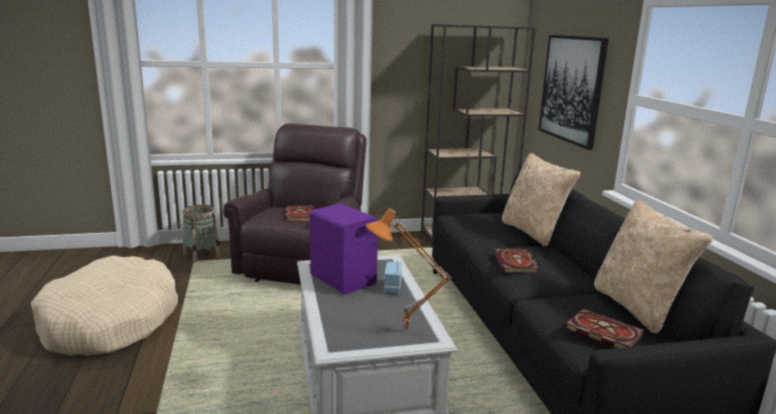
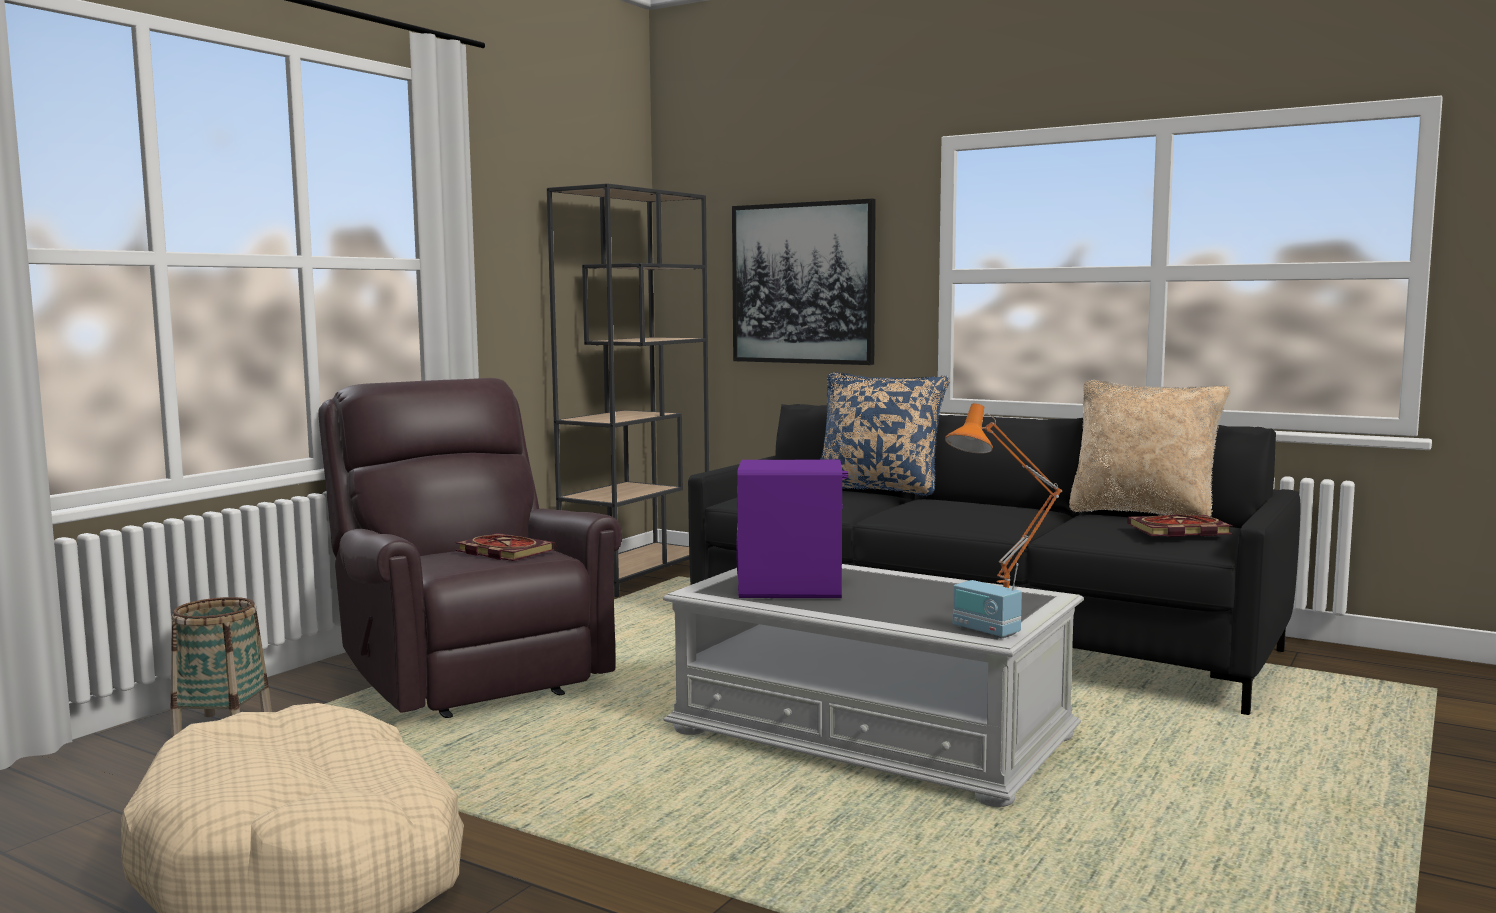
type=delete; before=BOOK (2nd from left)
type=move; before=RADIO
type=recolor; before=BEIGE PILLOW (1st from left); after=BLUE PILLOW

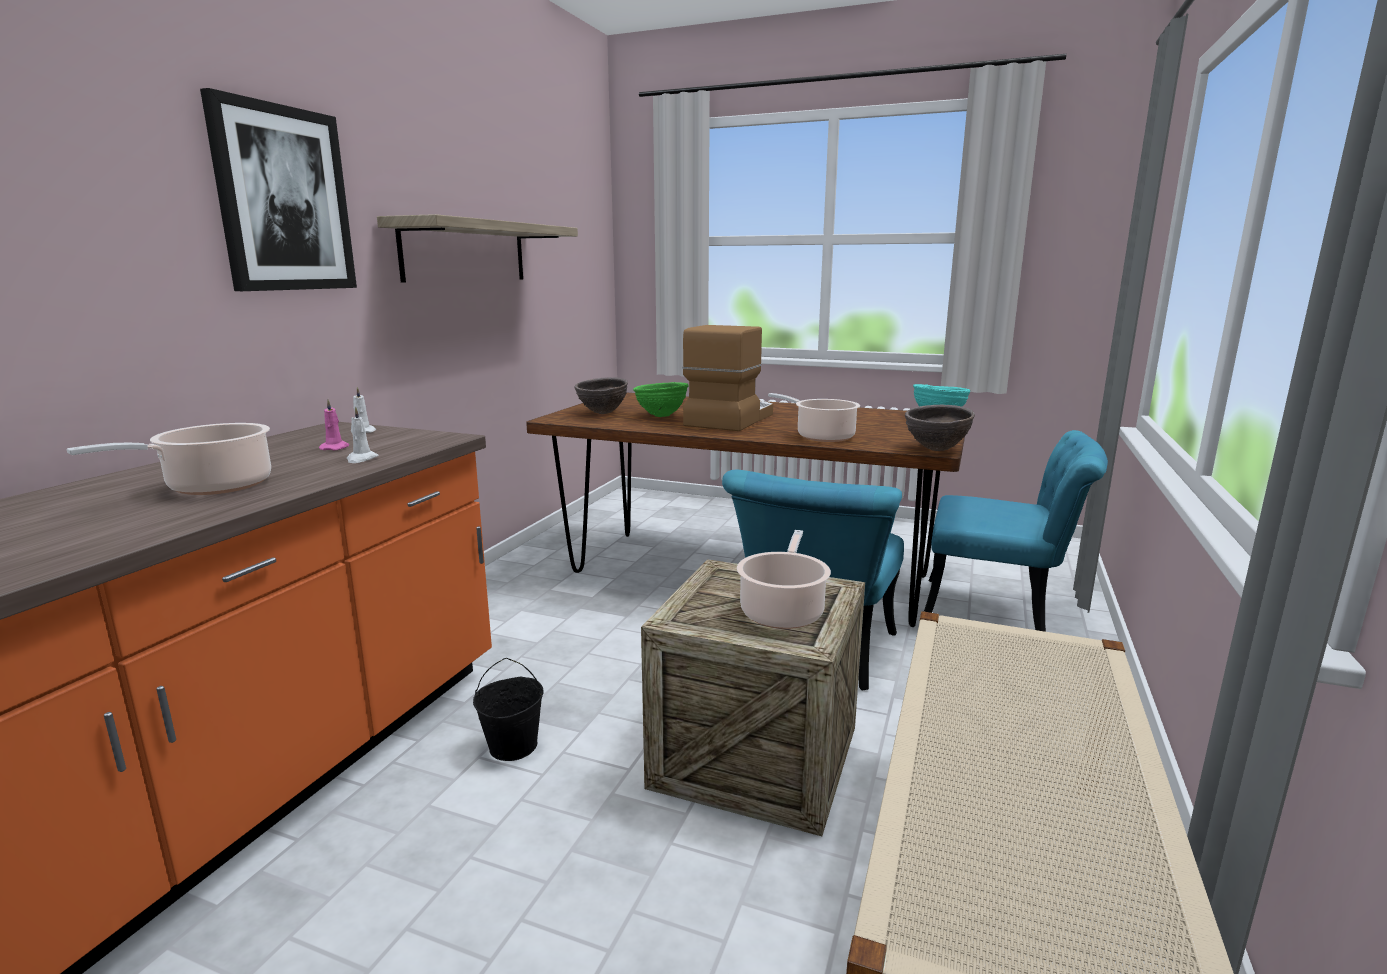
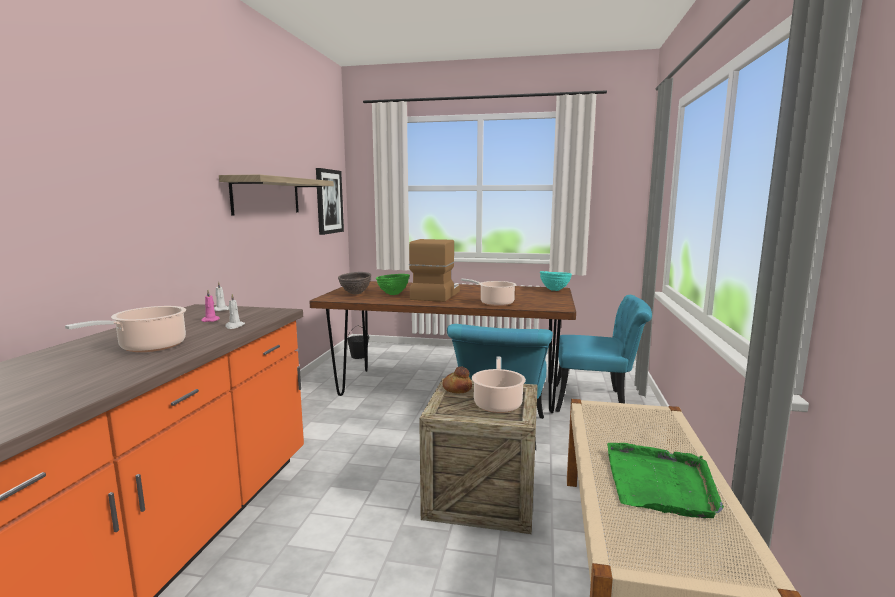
type=delete; before=BROWN BOWL (2nd from left)
type=insert; after=BREAD
type=insert; after=GREEN TRAY
type=move; before=PICTURE
type=move; before=BLACK BUCKET

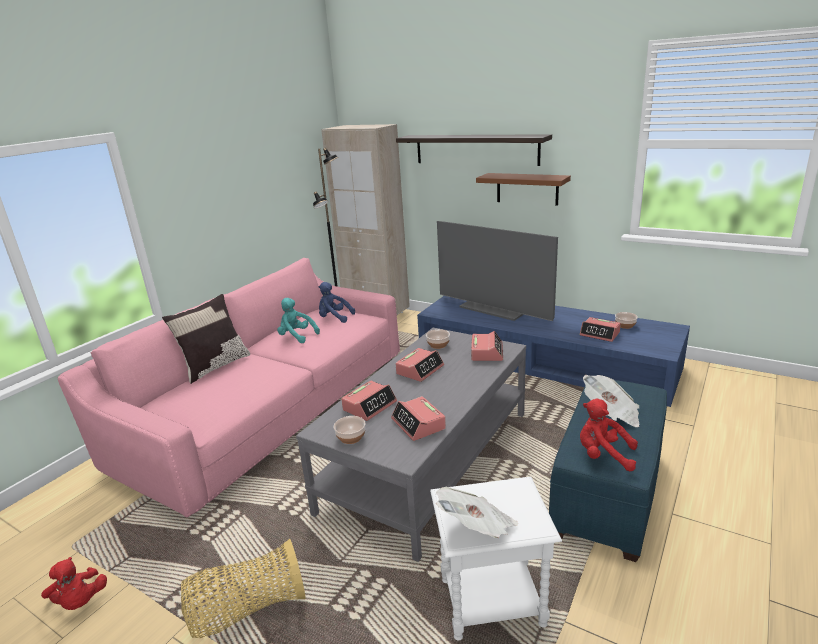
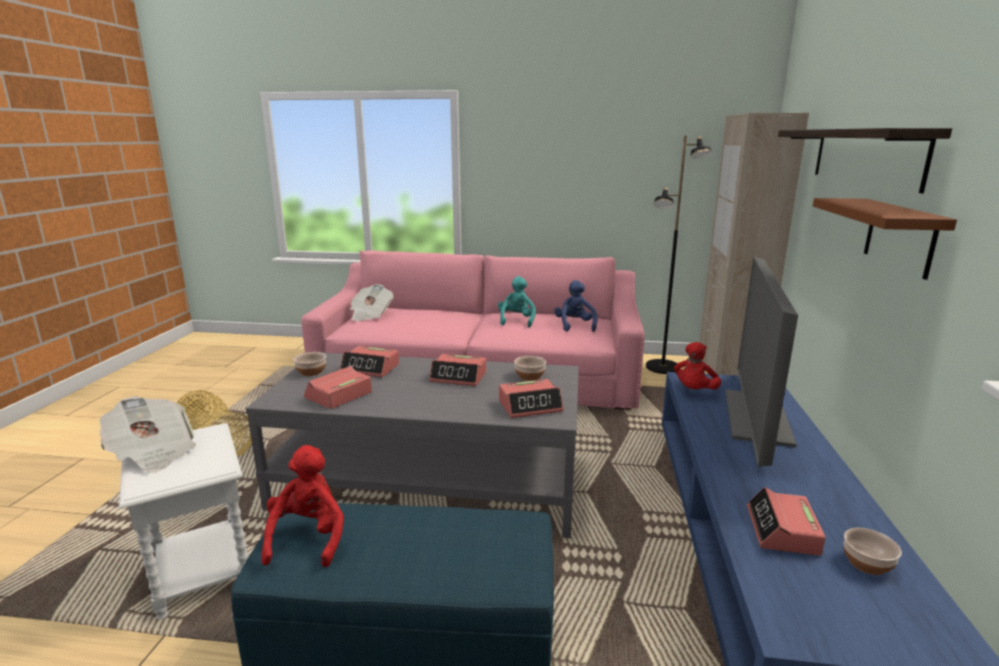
type=delete; before=PILLOW
type=move; before=RED PLUSH TOY (1st from left in the first image); after=RED PLUSH TOY (2nd from left)
type=move; before=NEWSPAPER (2nd from left)

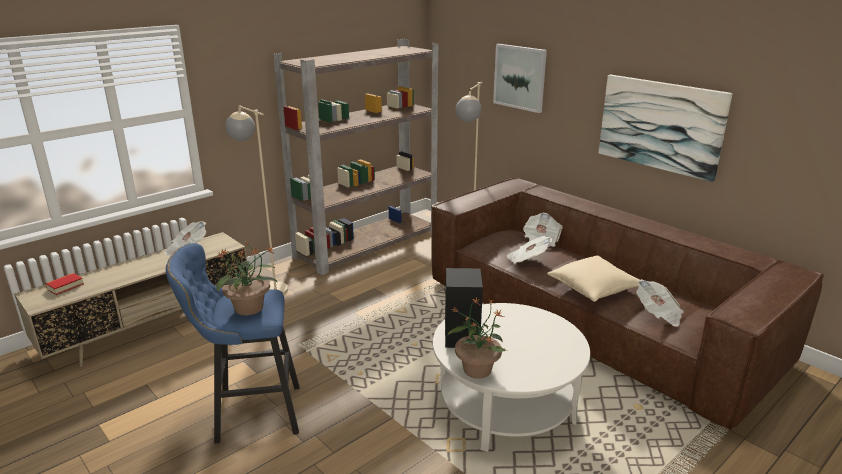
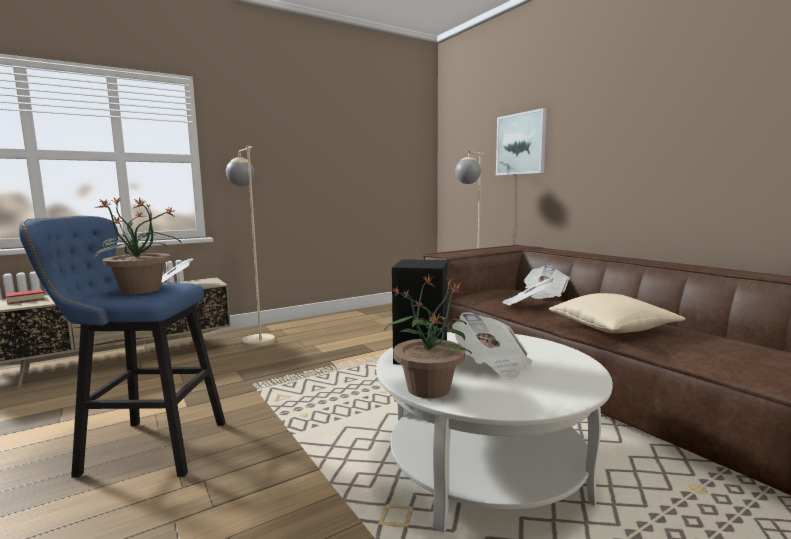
type=delete; before=BROWN BOOKCASE
type=delete; before=PICTURE (2nd from left)
type=move; before=NEWSPAPER (4th from left in the first image); after=NEWSPAPER (2nd from left)

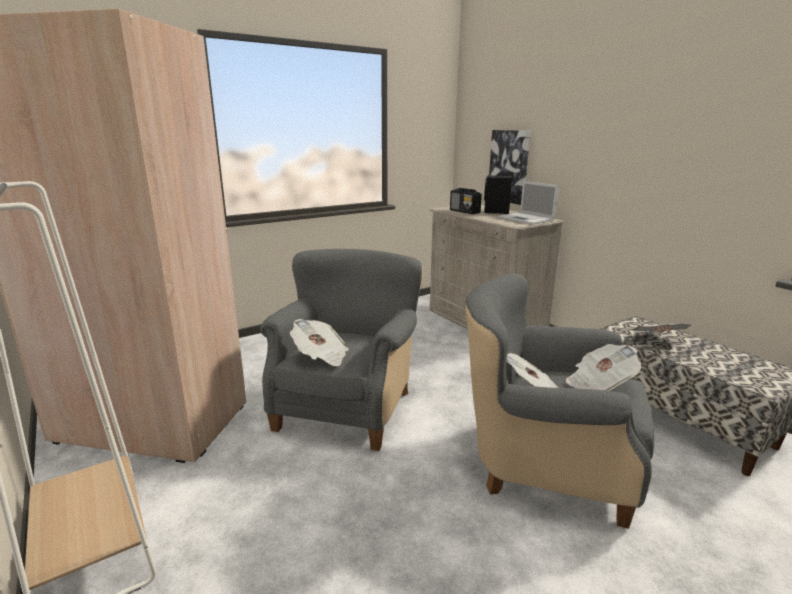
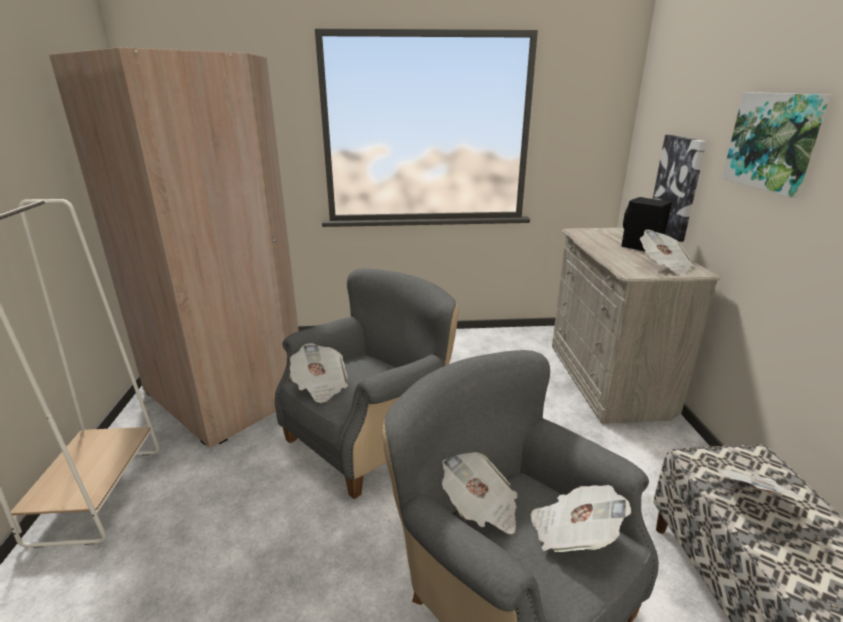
type=delete; before=RADIO
type=insert; after=PICTURE (2nd from left)
type=replace; before=LAPTOP; after=NEWSPAPER (4th from left)

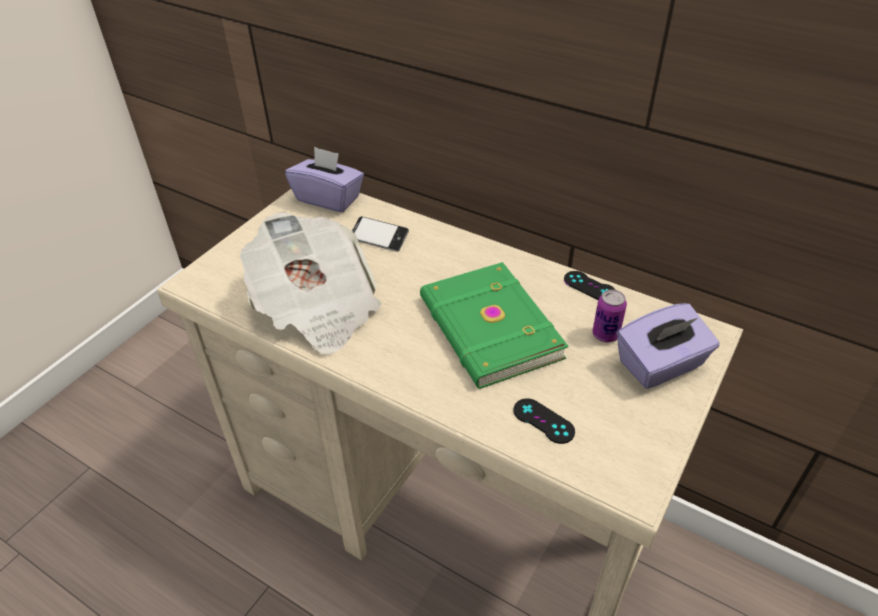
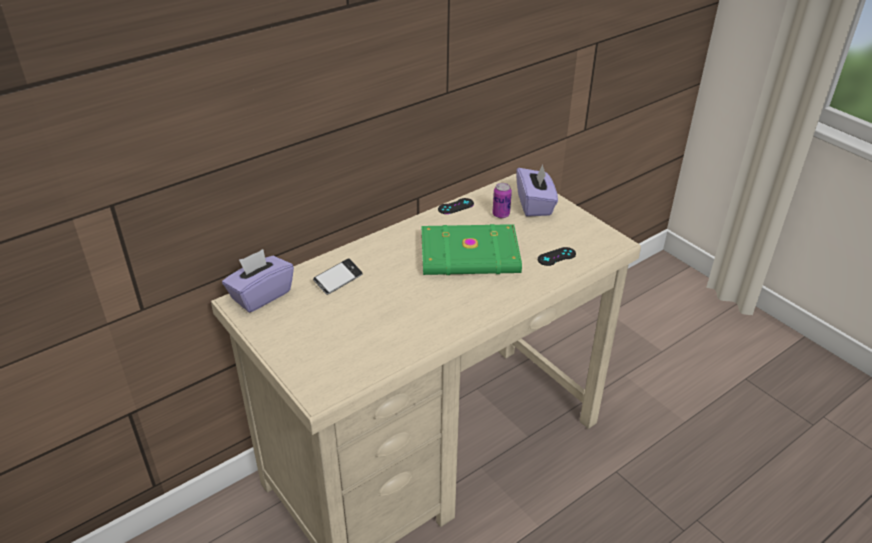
type=delete; before=NEWSPAPER

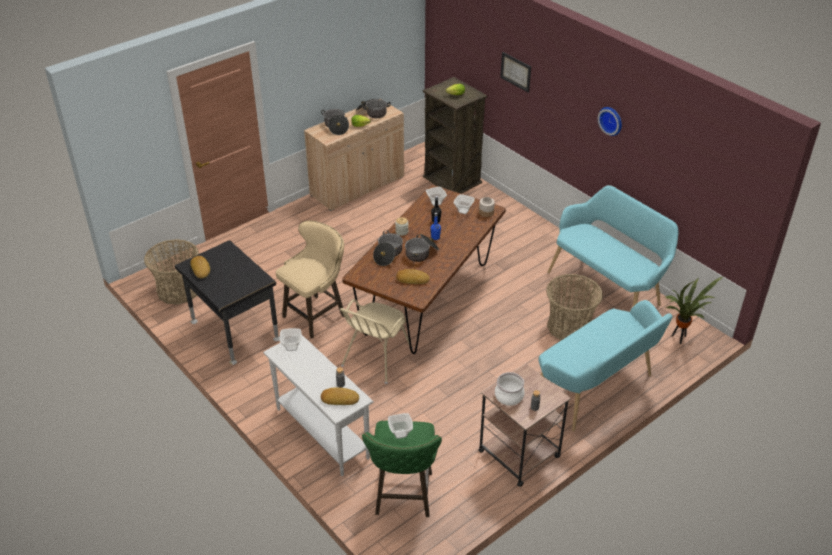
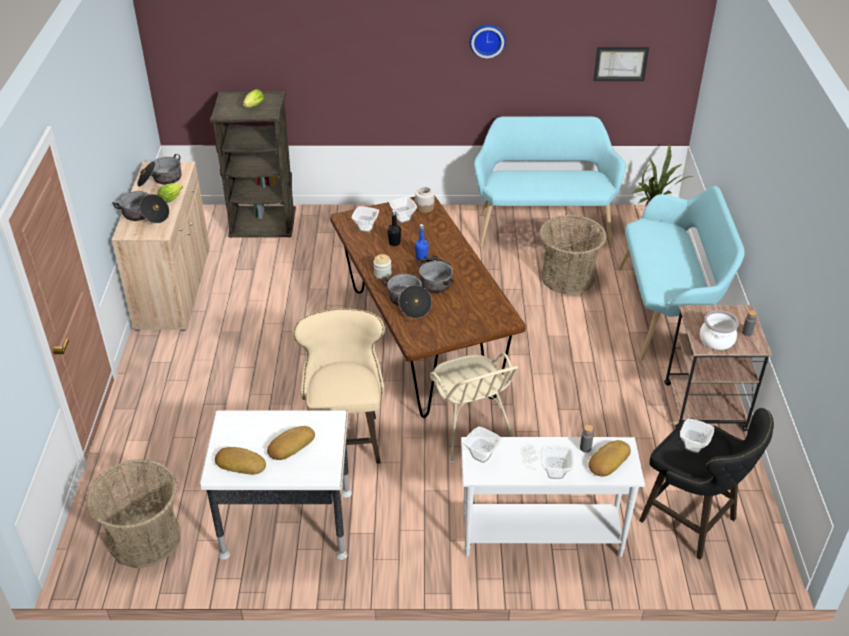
type=insert; after=BOWL (4th from left)
type=move; before=BREAD (3rd from left in the first image); after=BREAD (2nd from left)
type=move; before=PICTURE
type=recolor; before=BLACK DESK; after=WHITE DESK
type=recolor; before=GREEN STOOL; after=BLACK STOOL

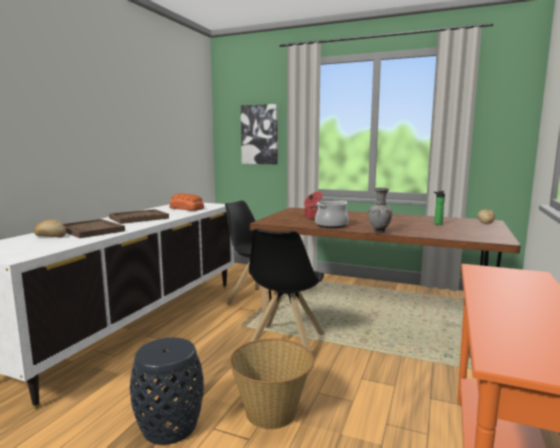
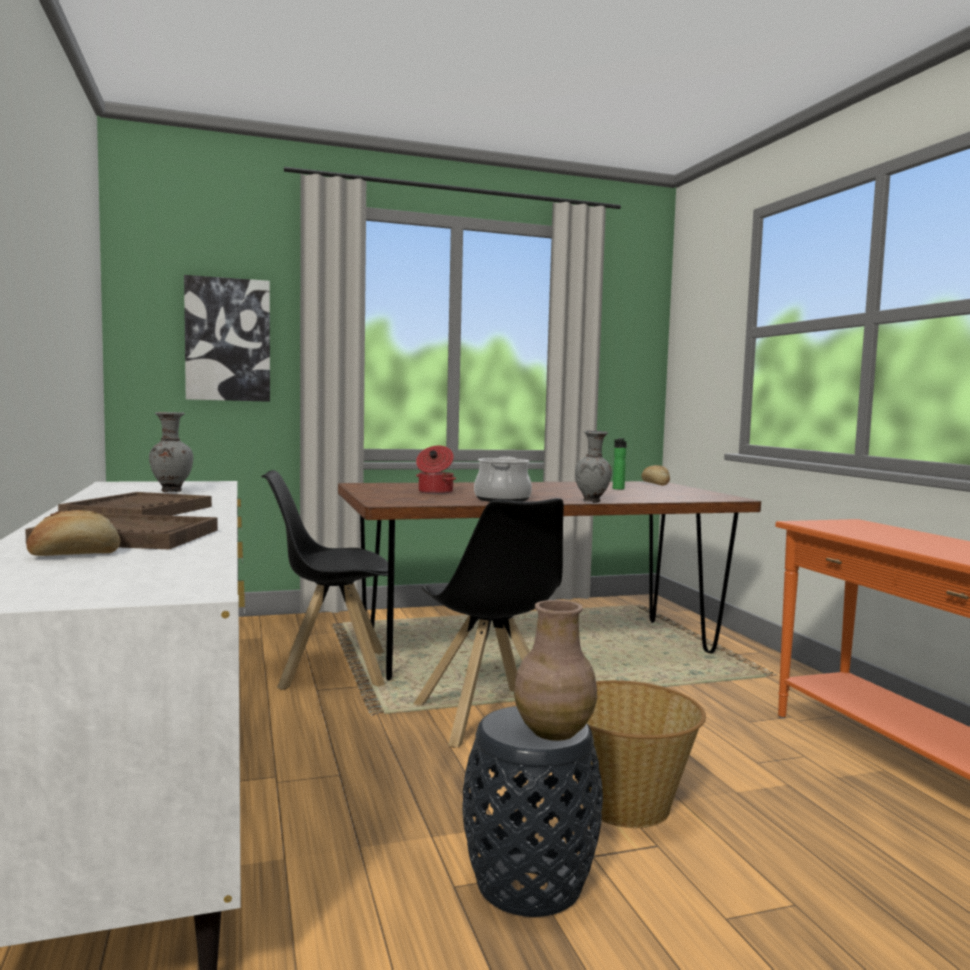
type=insert; after=BROWN VASE
type=replace; before=BREAD (2nd from left); after=GREY VASE (1st from left)

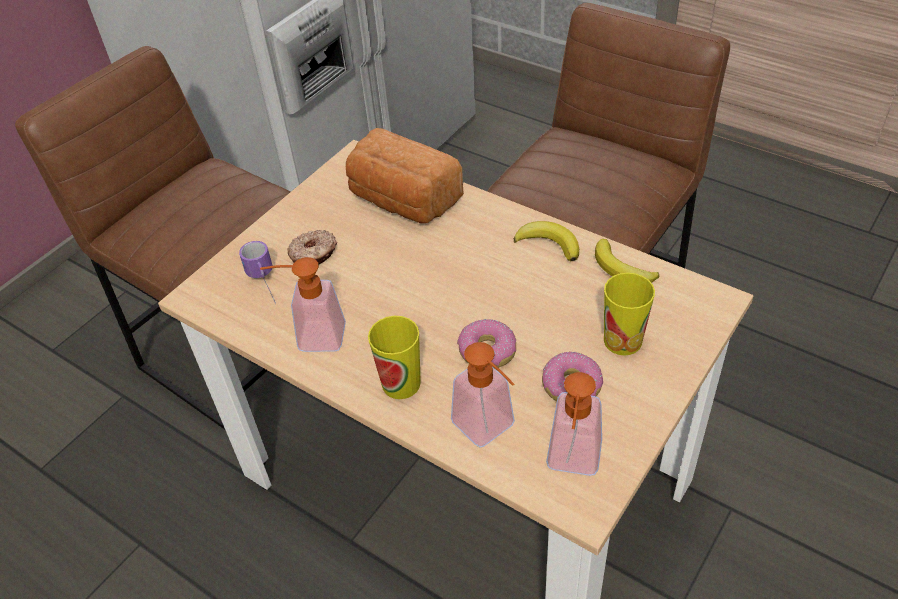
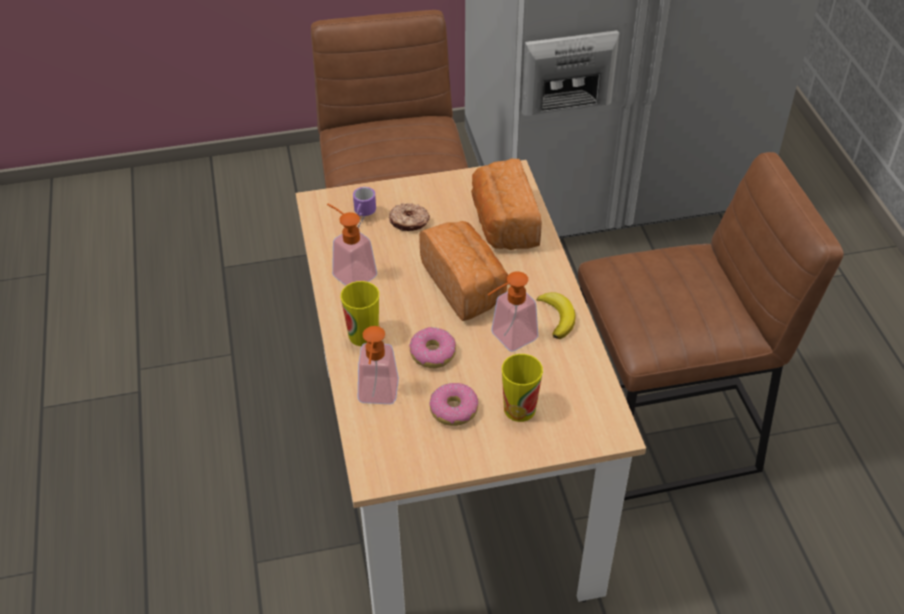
type=delete; before=BANANA (2nd from left)
type=insert; after=BREAD (1st from left)
type=move; before=SOAP DISPENSER (3rd from left)

